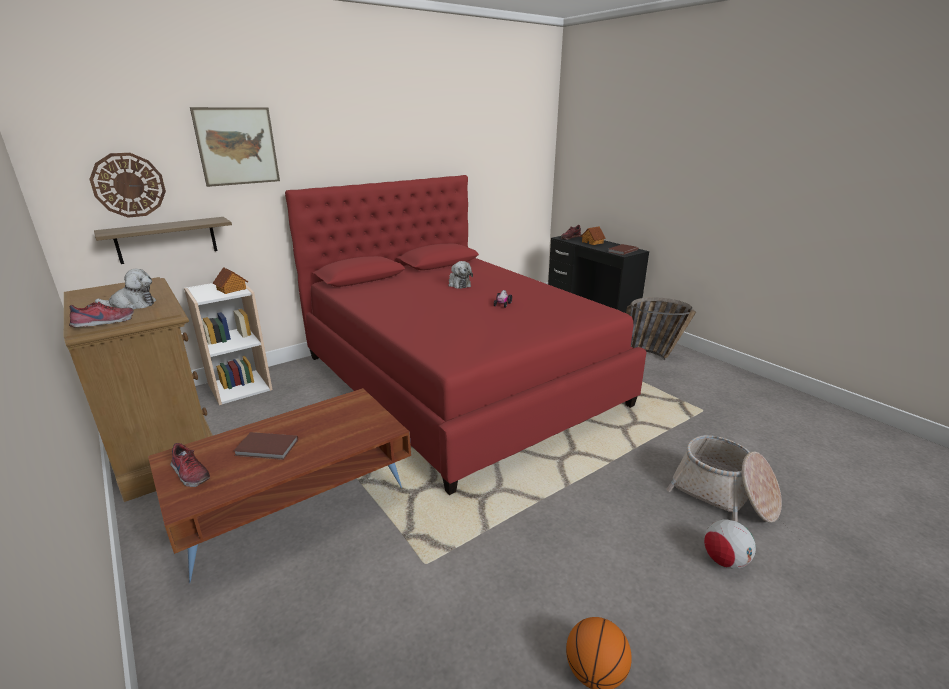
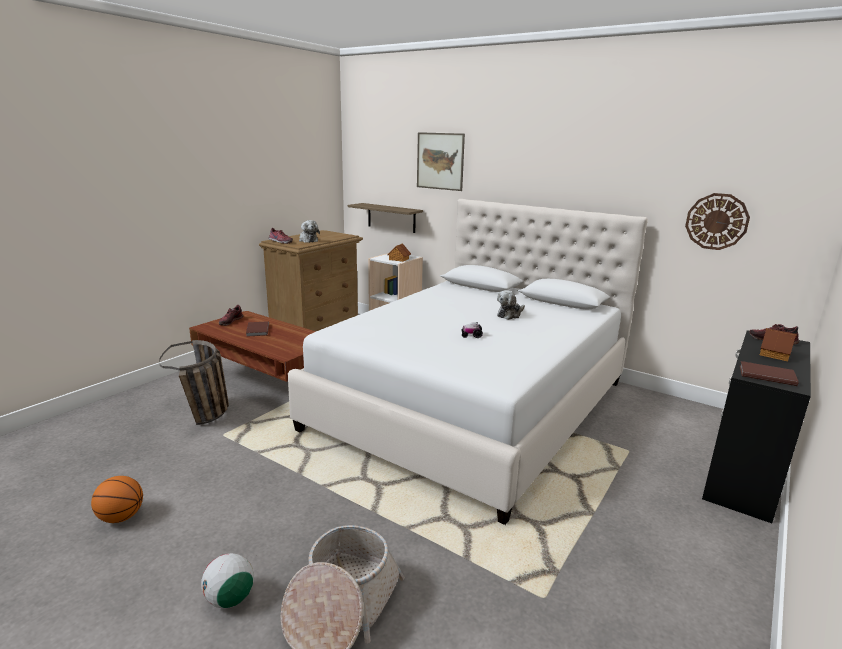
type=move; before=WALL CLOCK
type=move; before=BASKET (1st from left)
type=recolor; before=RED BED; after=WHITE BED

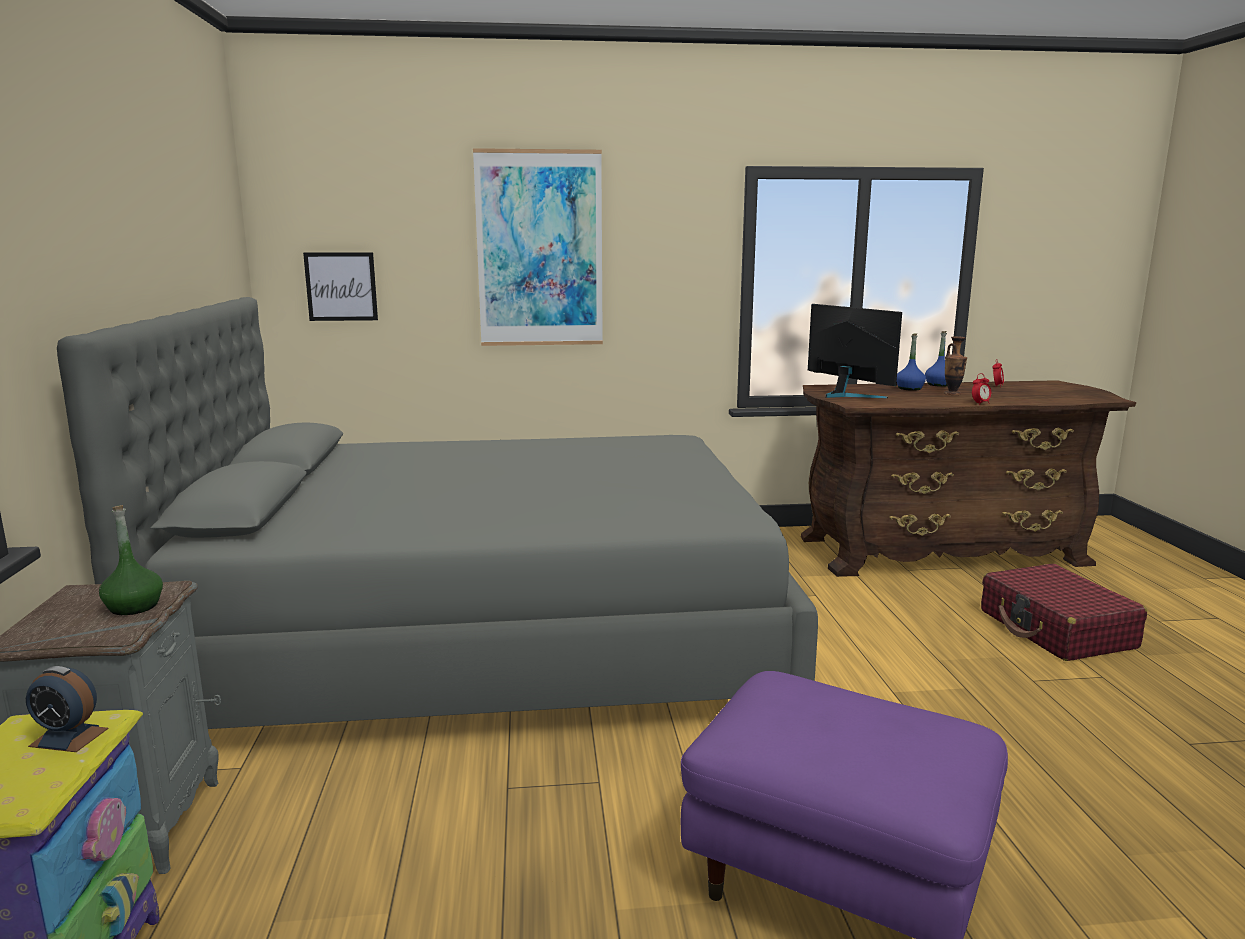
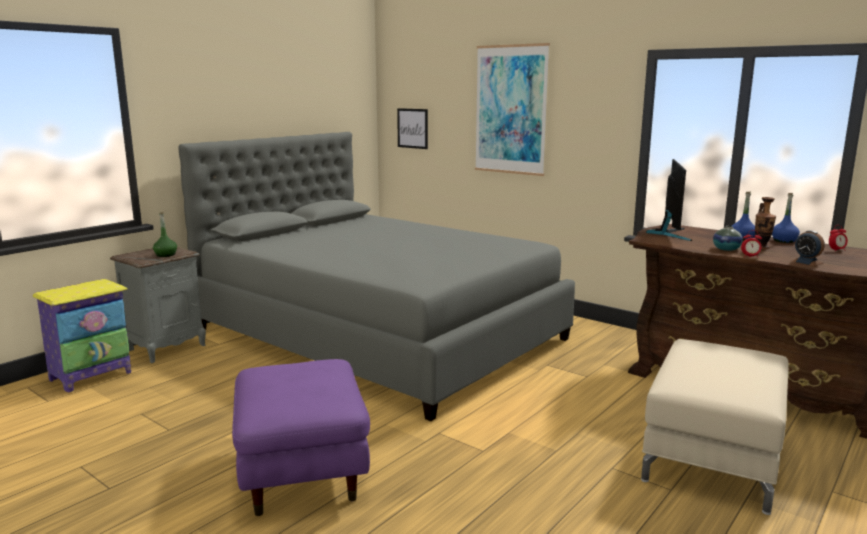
type=insert; after=VASE (1st from left)
type=move; before=ALARM CLOCK (1st from left in the first image); after=ALARM CLOCK (2nd from left)
type=replace; before=RED SUITCASE; after=BEIGE OTTOMAN

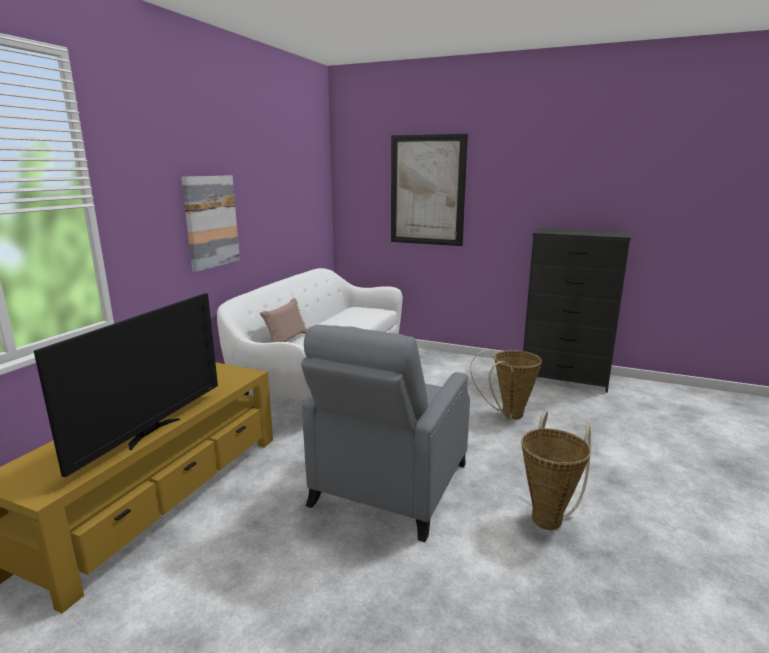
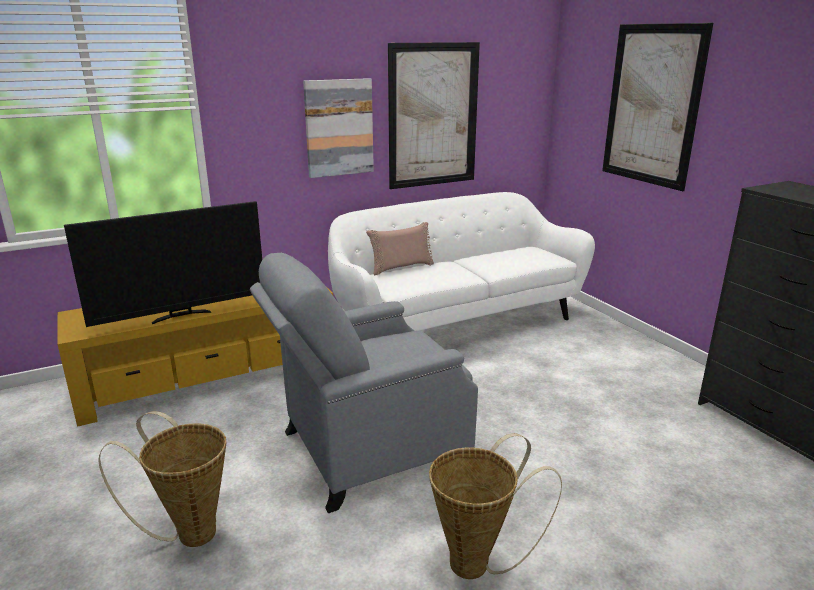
type=insert; after=PICTURE (2nd from left)
type=move; before=BASKET (1st from left)

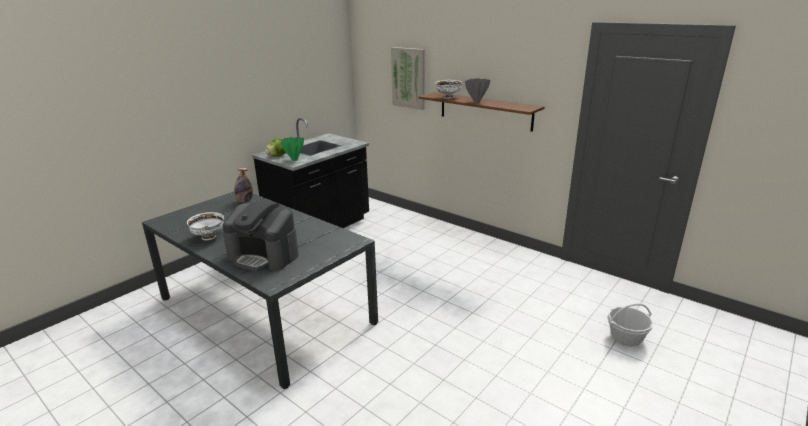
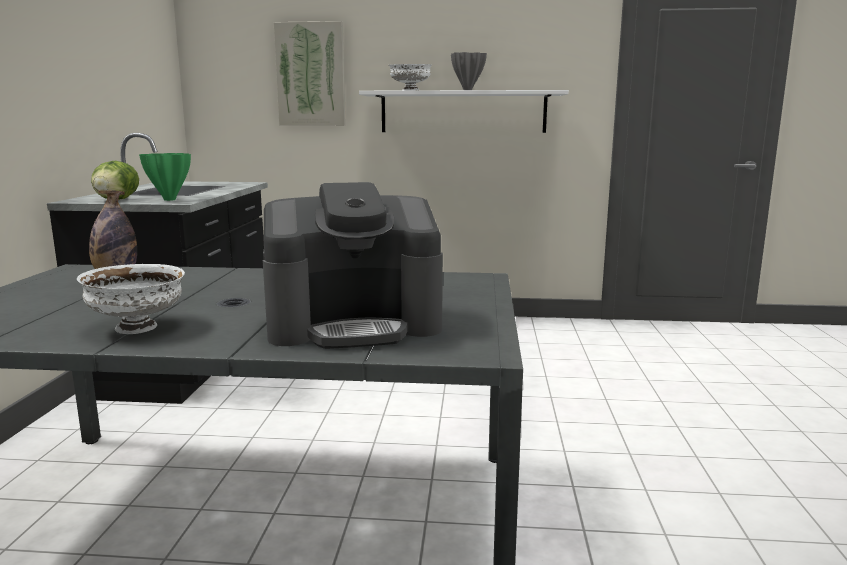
type=delete; before=BASKET
type=recolor; before=BROWN SHELF; after=WHITE SHELF

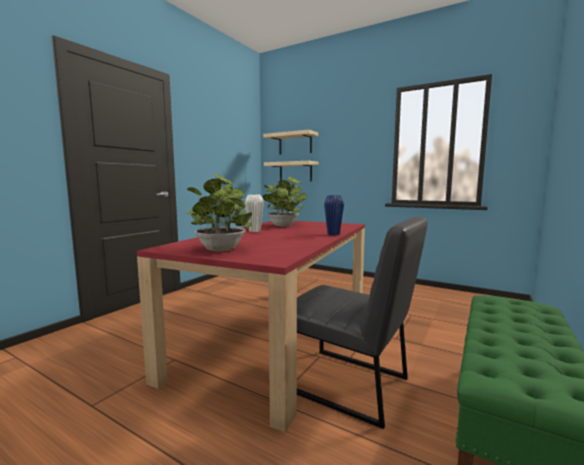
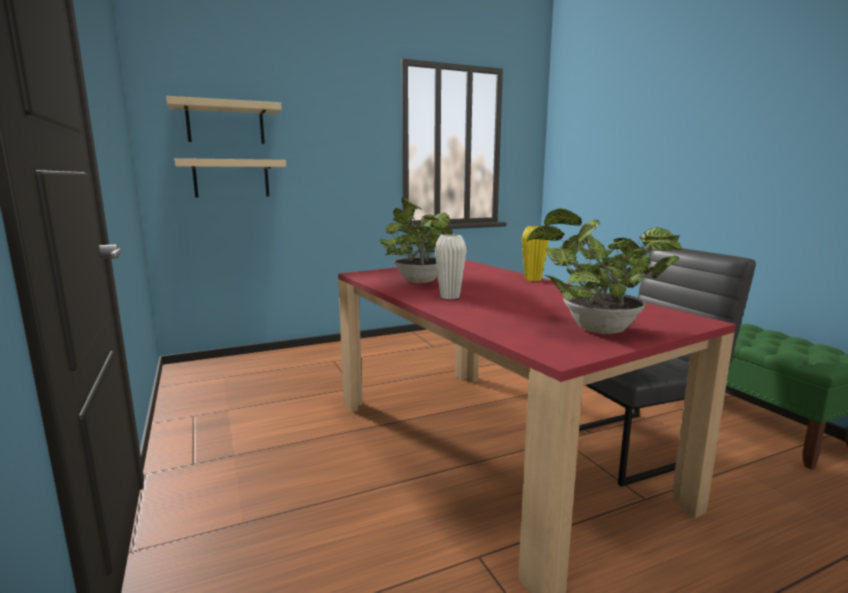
type=recolor; before=BLUE VASE; after=YELLOW VASE

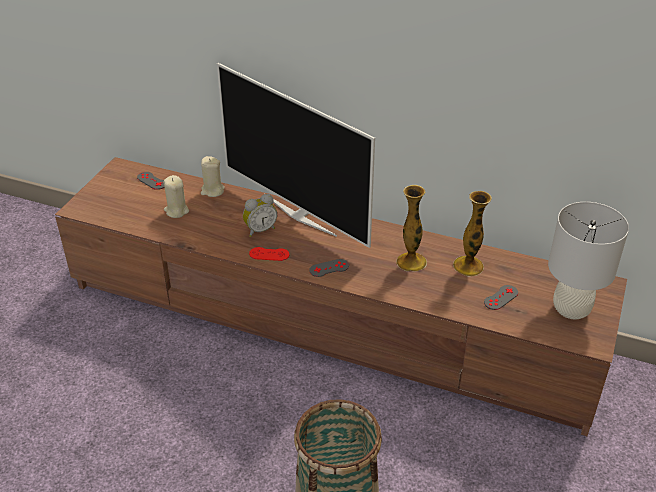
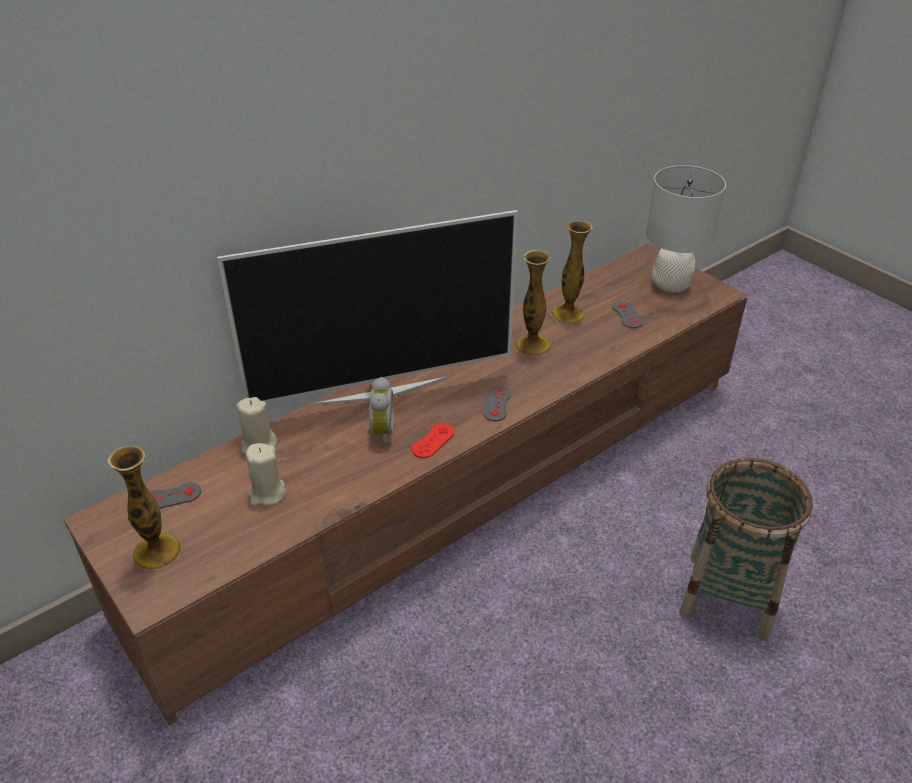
type=insert; after=VASE (1st from left)

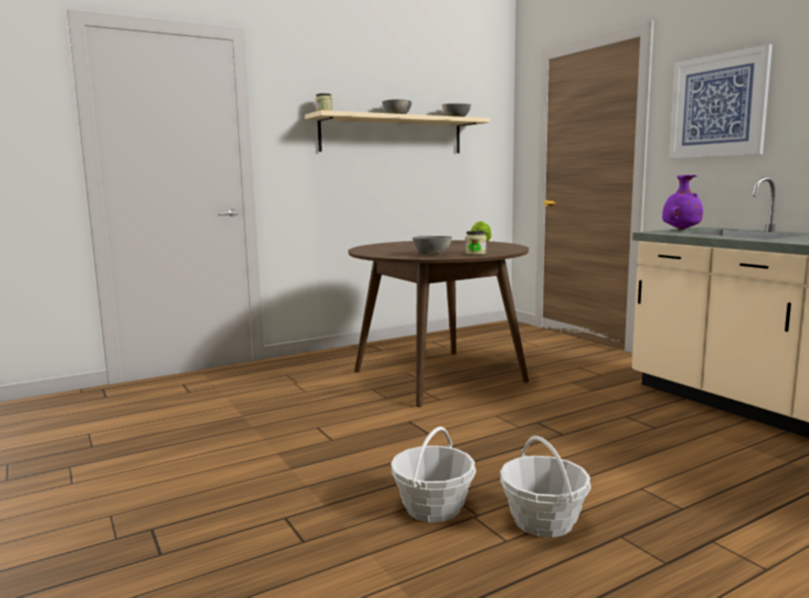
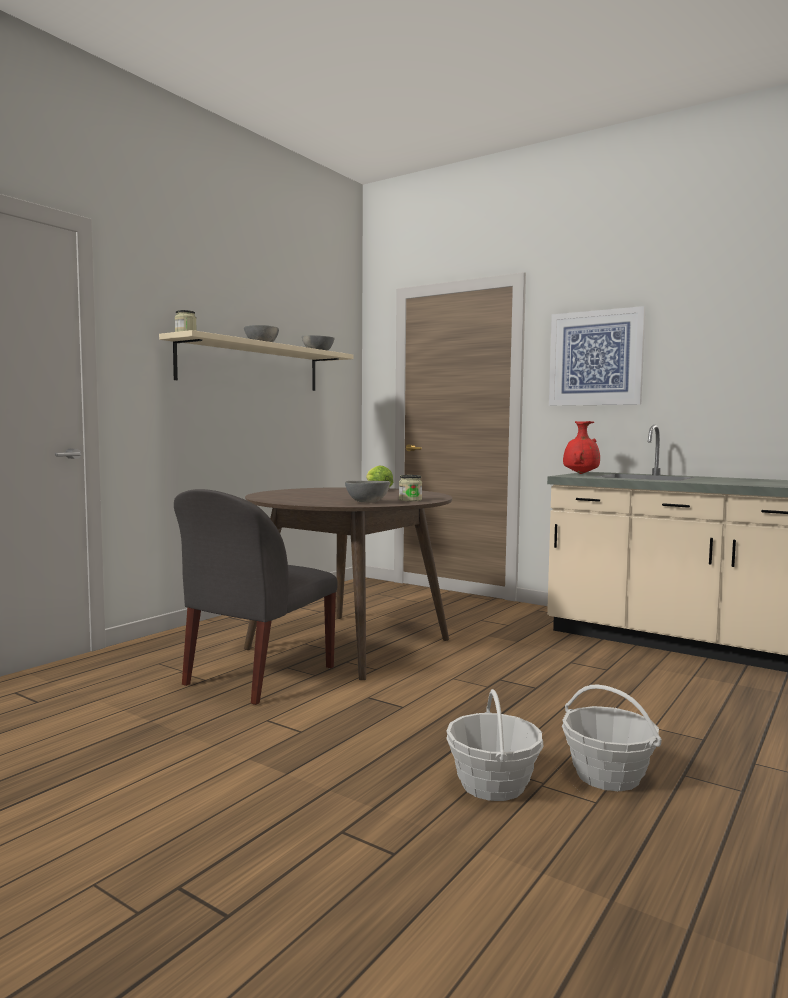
type=insert; after=GREY CHAIR
type=recolor; before=PURPLE VASE; after=RED VASE

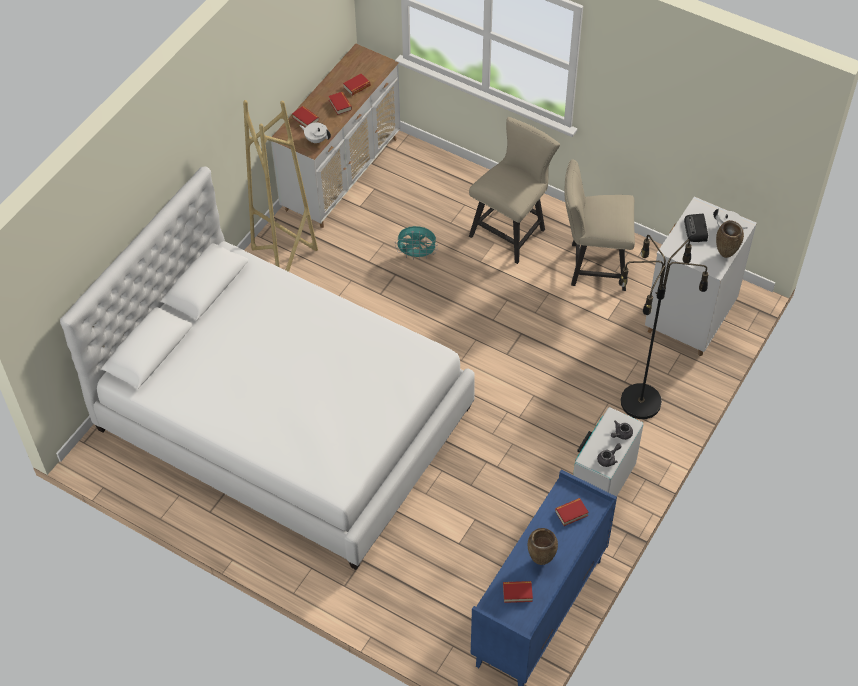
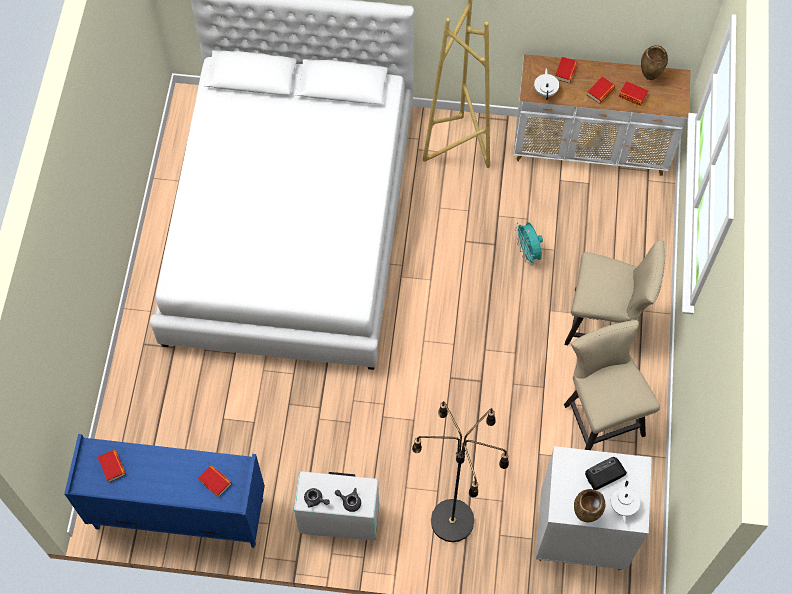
type=move; before=BROWN VASE (1st from left in the first image); after=BROWN VASE (2nd from left)

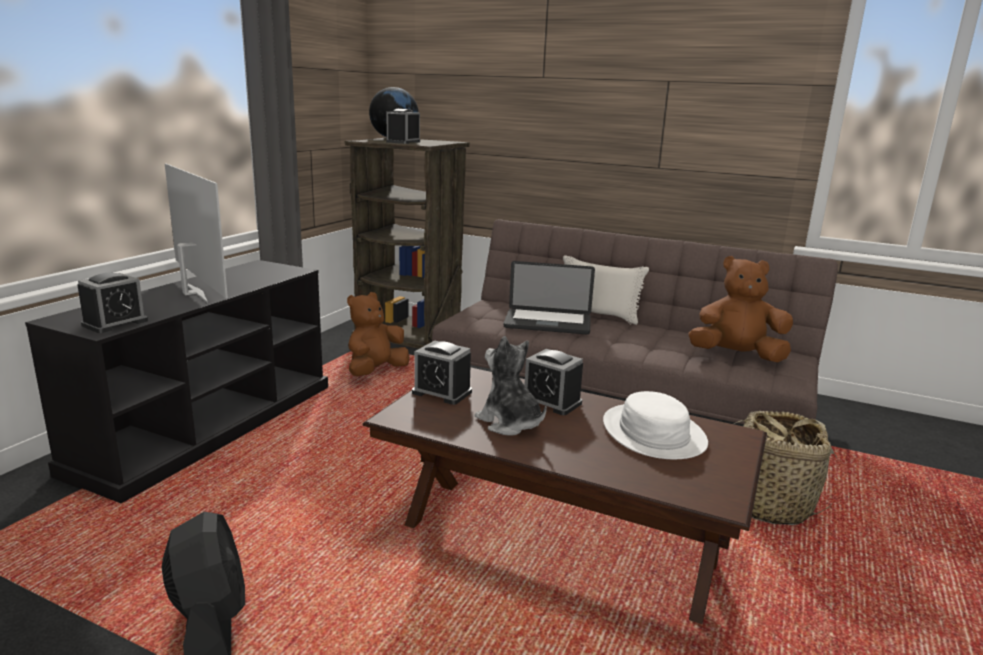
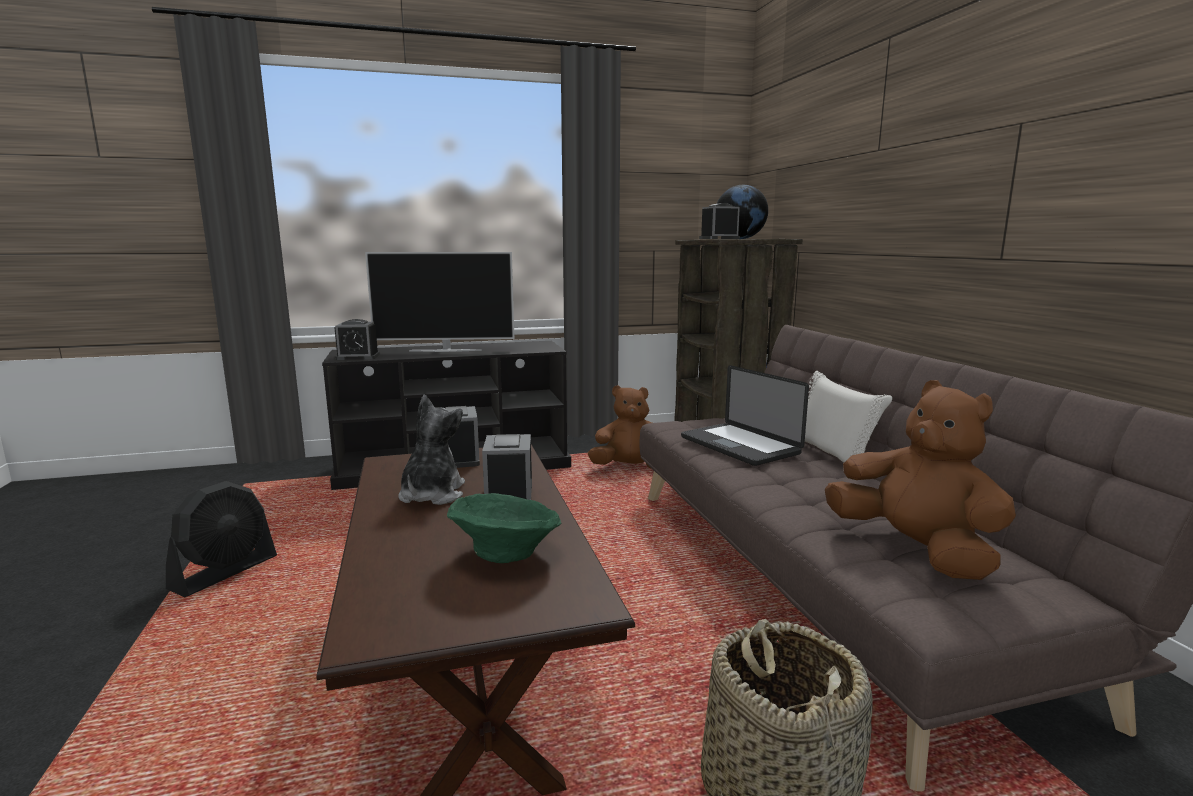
type=replace; before=WHITE HAT; after=GREEN BOWL
type=rotate; before=TELEVISION; turn=75

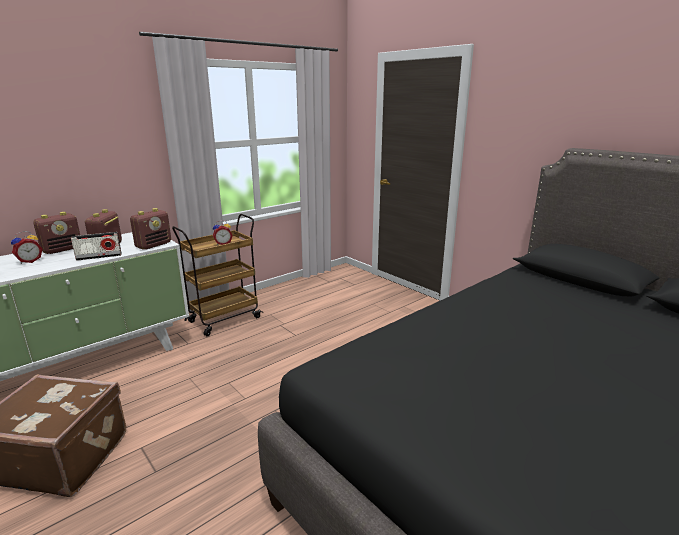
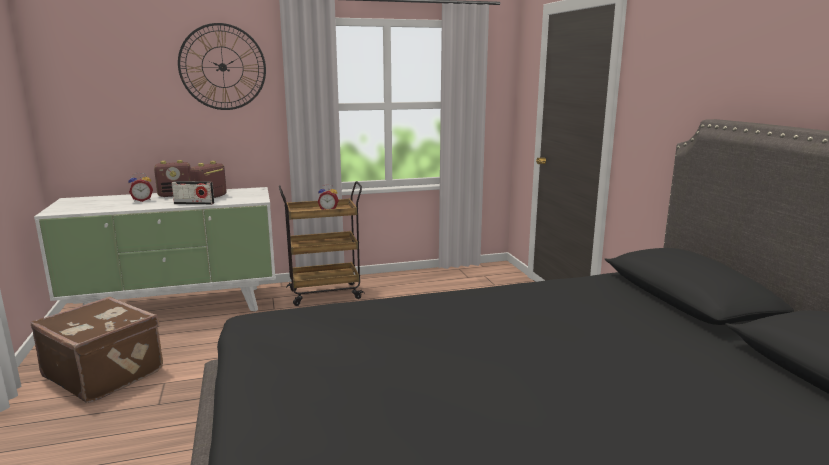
type=delete; before=RADIO (4th from left)
type=insert; after=WALL CLOCK

